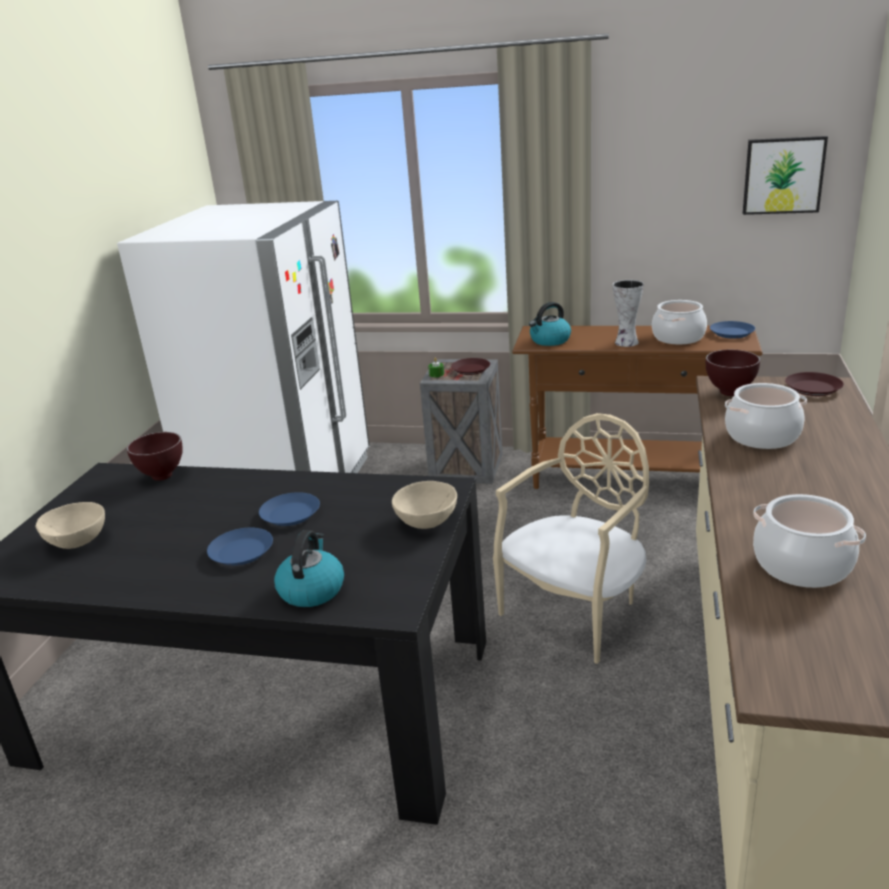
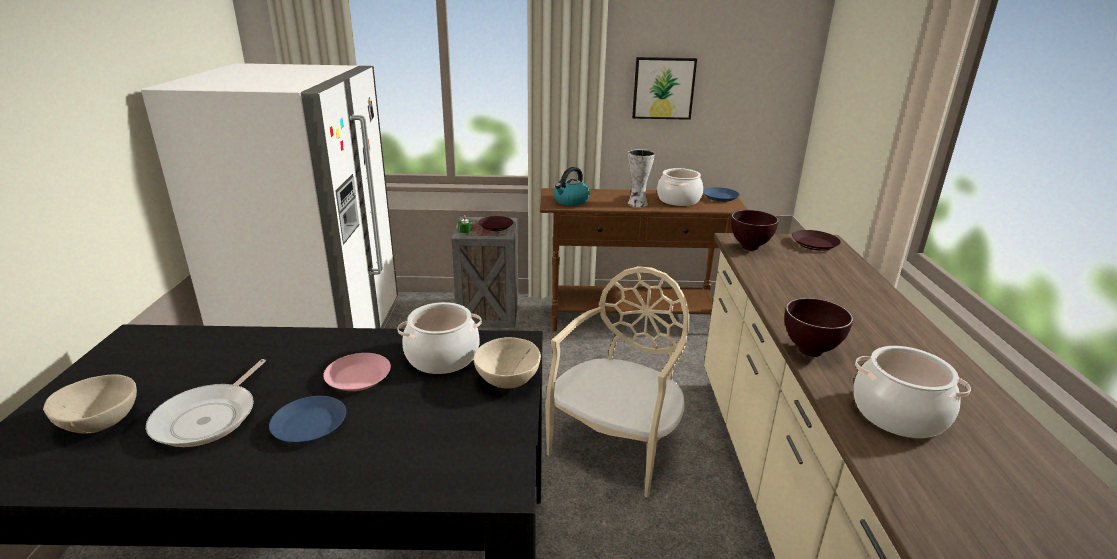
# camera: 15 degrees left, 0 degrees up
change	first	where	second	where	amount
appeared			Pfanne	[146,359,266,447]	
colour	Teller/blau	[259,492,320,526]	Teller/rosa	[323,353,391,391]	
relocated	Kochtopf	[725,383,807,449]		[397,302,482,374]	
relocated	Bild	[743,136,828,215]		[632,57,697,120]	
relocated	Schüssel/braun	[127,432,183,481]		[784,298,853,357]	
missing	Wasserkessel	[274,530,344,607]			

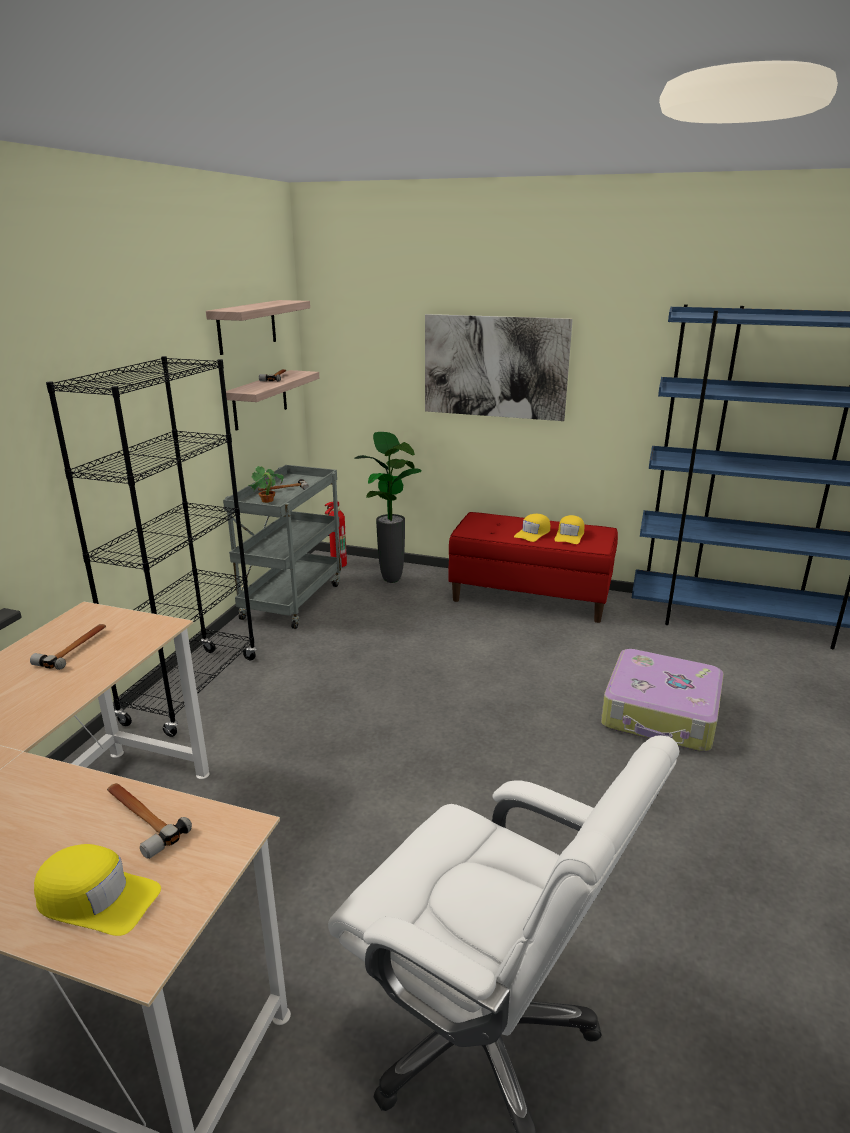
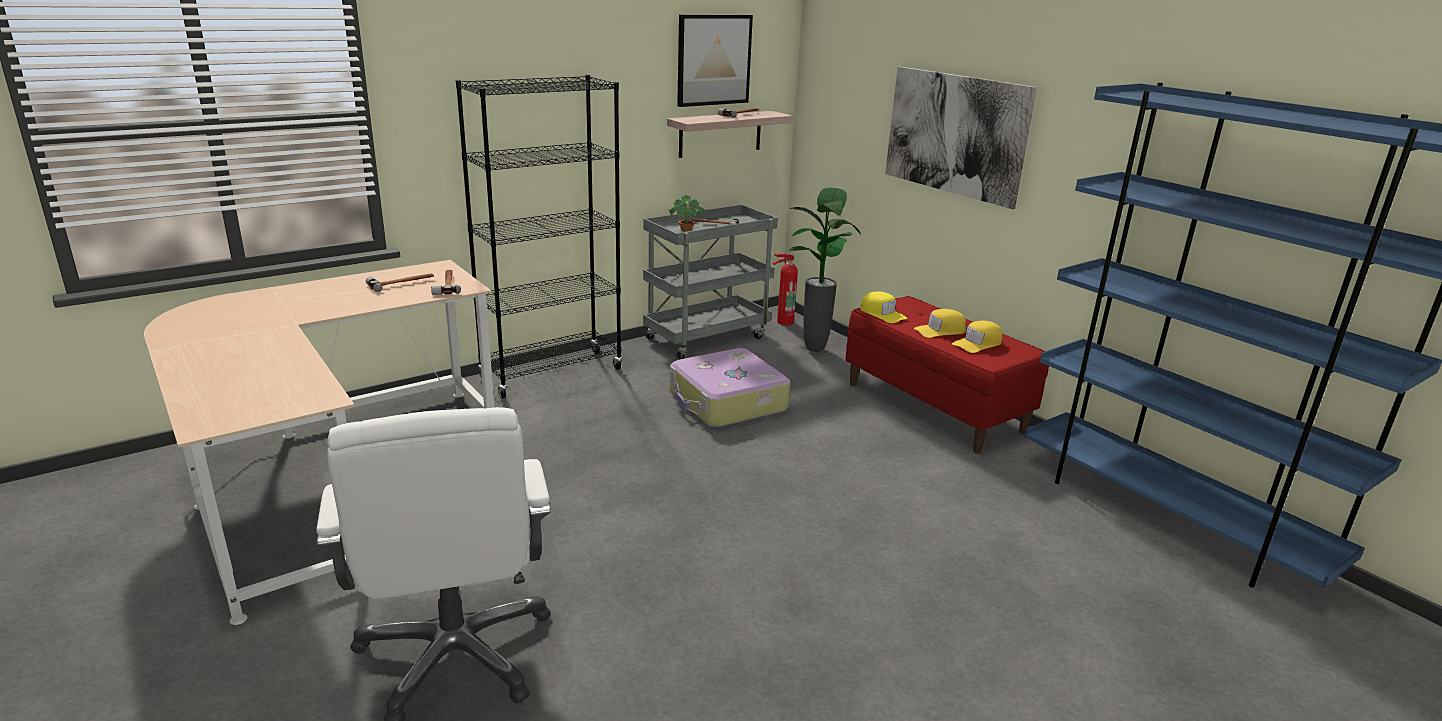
# camera: 35 degrees right, 0 degrees up
change	first	where	second	where	amount
relocated	Hammer	[107,783,192,859]		[431,270,461,295]	
relocated	Koffer	[601,649,724,752]		[670,348,790,428]	
exchanged	Wandregal	[206,300,310,355]	Bild	[677,15,753,107]	
relocated	Kappe/gelb	[34,844,161,936]		[860,292,908,323]	

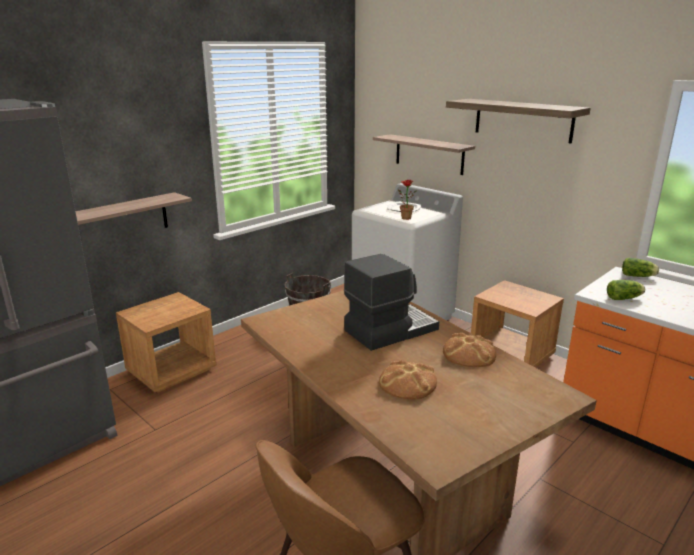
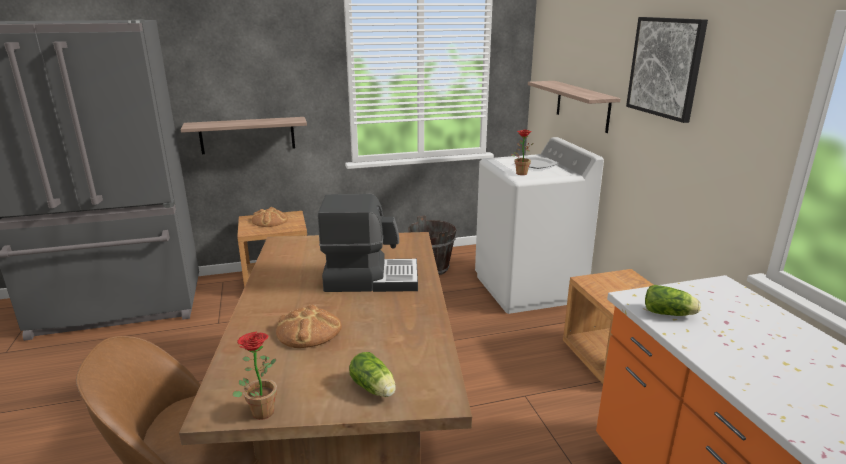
# camera: 30 degrees right, 0 degrees up
change	first	where	second	where	amount
appeared			Topfpflanze	[232,332,277,420]	
relocated	Brot	[443,332,496,367]		[252,207,288,227]	
relocated	Salatkopf	[622,258,659,277]		[349,352,396,397]	
exchanged	Wandregal	[446,99,591,144]	Bild	[626,17,708,123]	

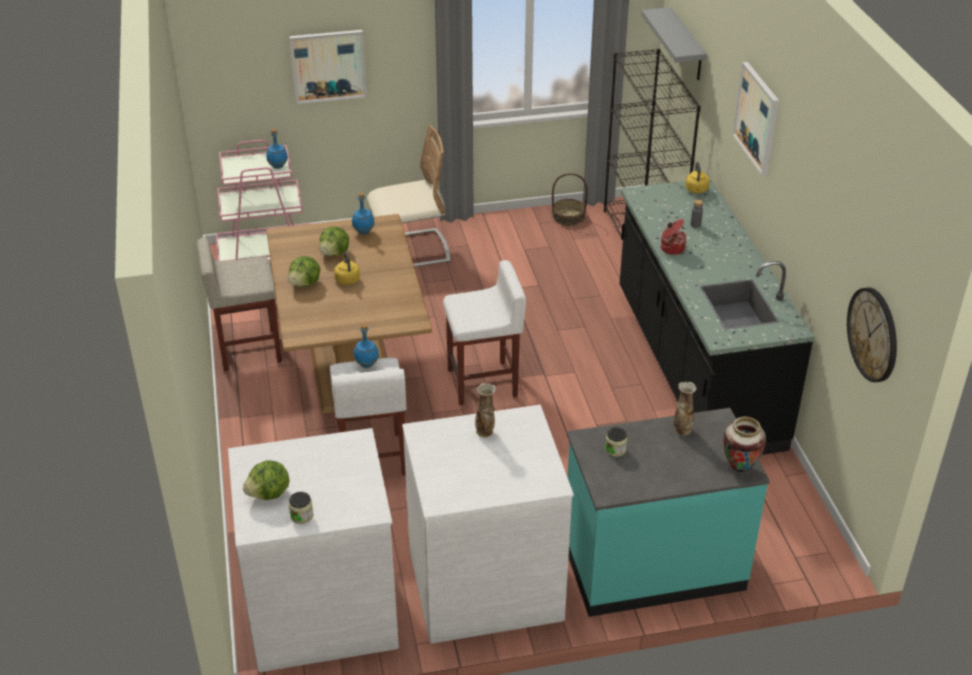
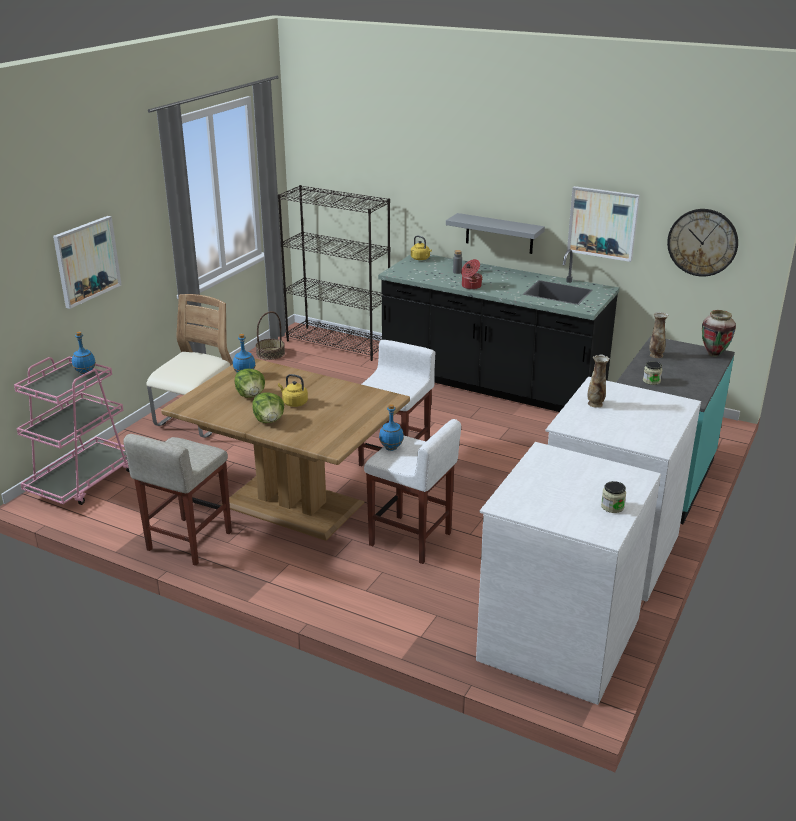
# camera: 50 degrees left, 10 degrees down
change	first	where	second	where	amount
relocated	Wandregal/grau	[642,7,707,80]		[446,213,545,254]	
relocated	Bild	[732,62,779,175]		[567,186,640,262]	
missing	Salatkopf	[243,460,289,500]			

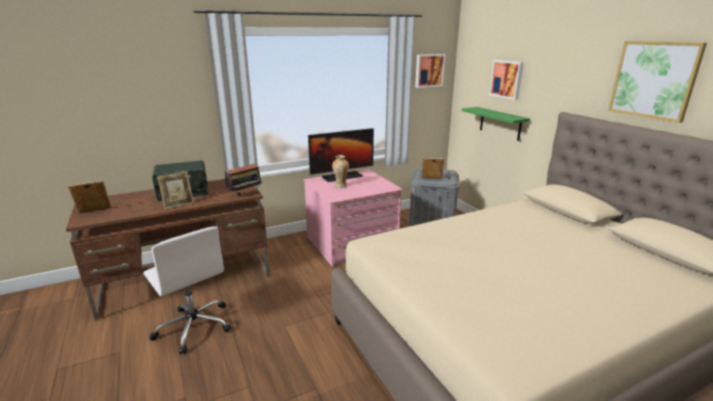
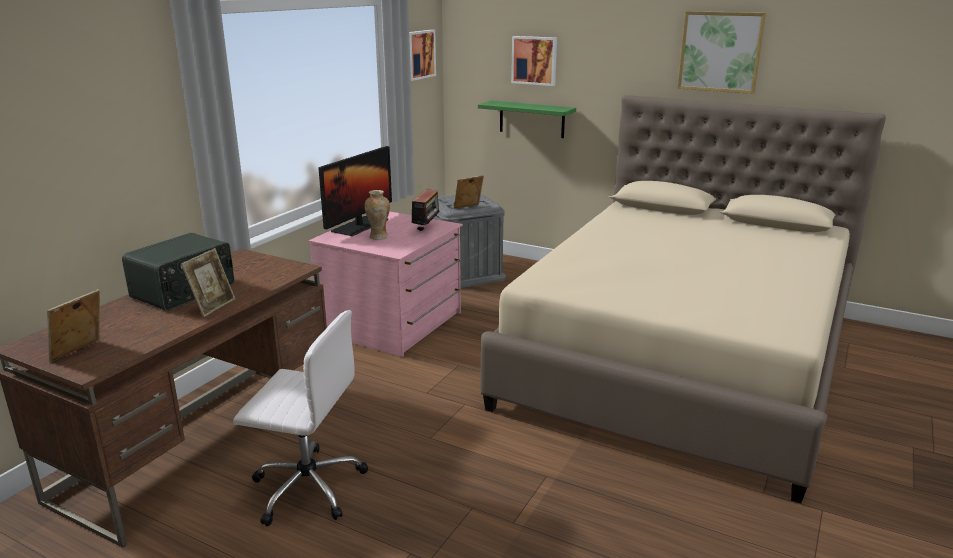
# camera: 35 degrees left, 0 degrees up
change	first	where	second	where	amount
relocated	Radio	[225,163,261,196]		[408,189,442,232]	

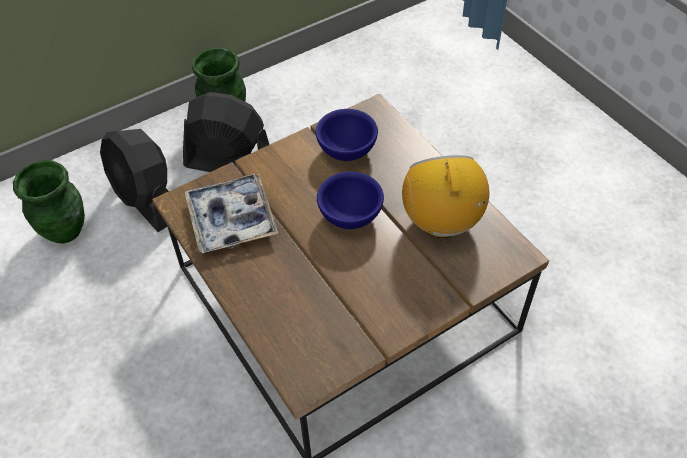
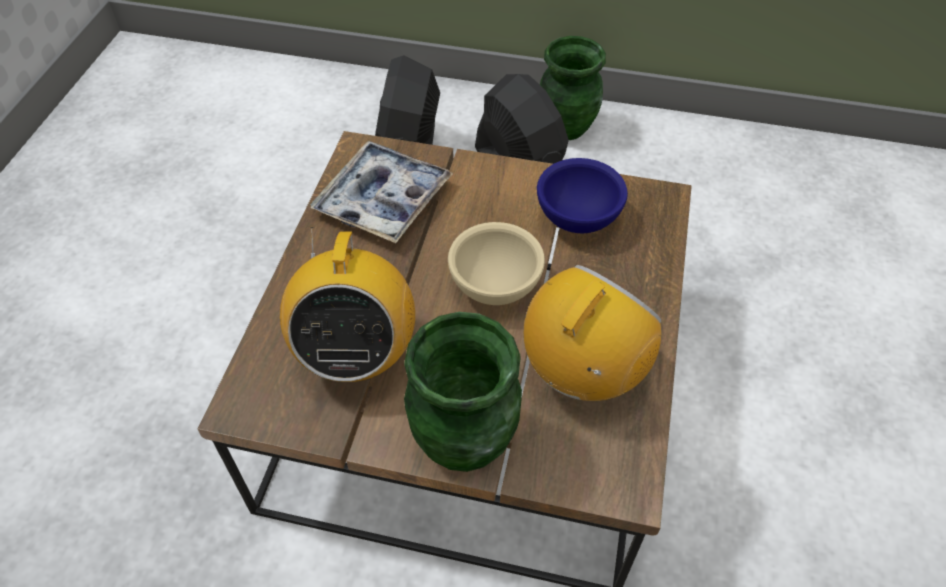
# camera: 45 degrees right, 0 degrees up
change	first	where	second	where	amount
appeared			Radio	[280,227,415,382]	
relocated	Vase/grün	[13,160,85,244]		[404,312,522,472]	
colour	Schüssel/blau	[317,171,384,229]	Schüssel/beige	[448,222,545,305]	

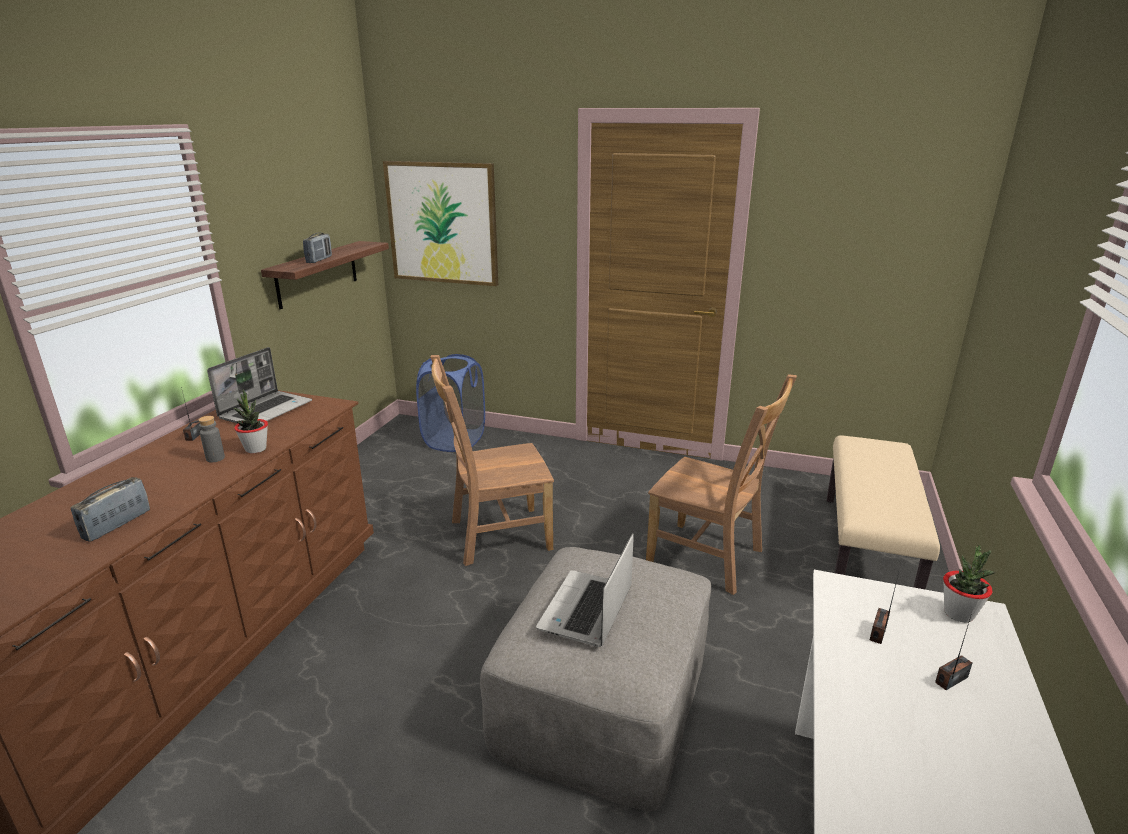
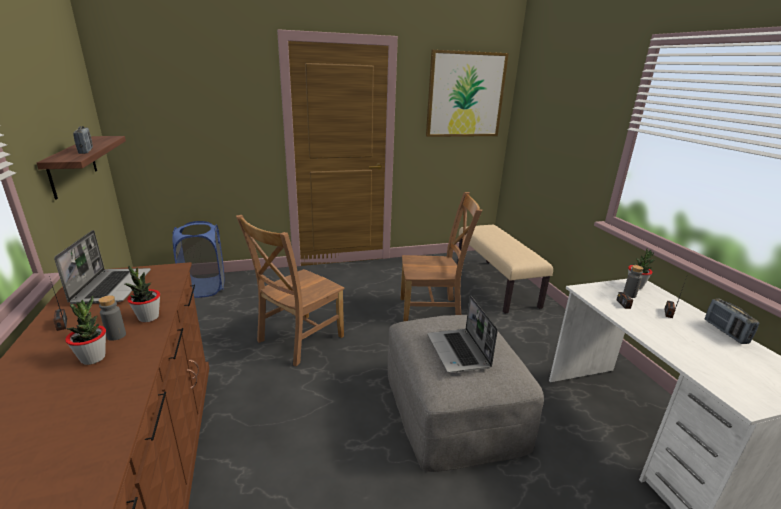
# camera: 35 degrees left, 0 degrees up
change	first	where	second	where	amount
appeared			Topfpflanze	[65,296,106,365]	
relocated	Bild	[383,161,498,286]		[426,50,509,137]	
appeared			Flasche/grau	[623,265,644,298]	
relocated	Radio	[71,477,150,542]		[705,299,759,344]	

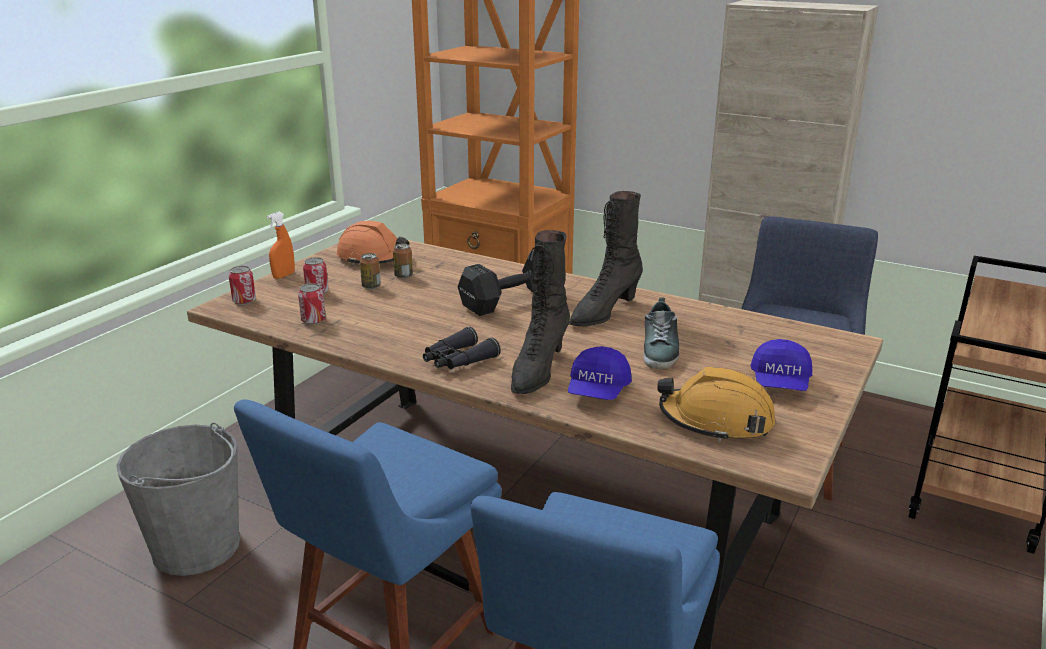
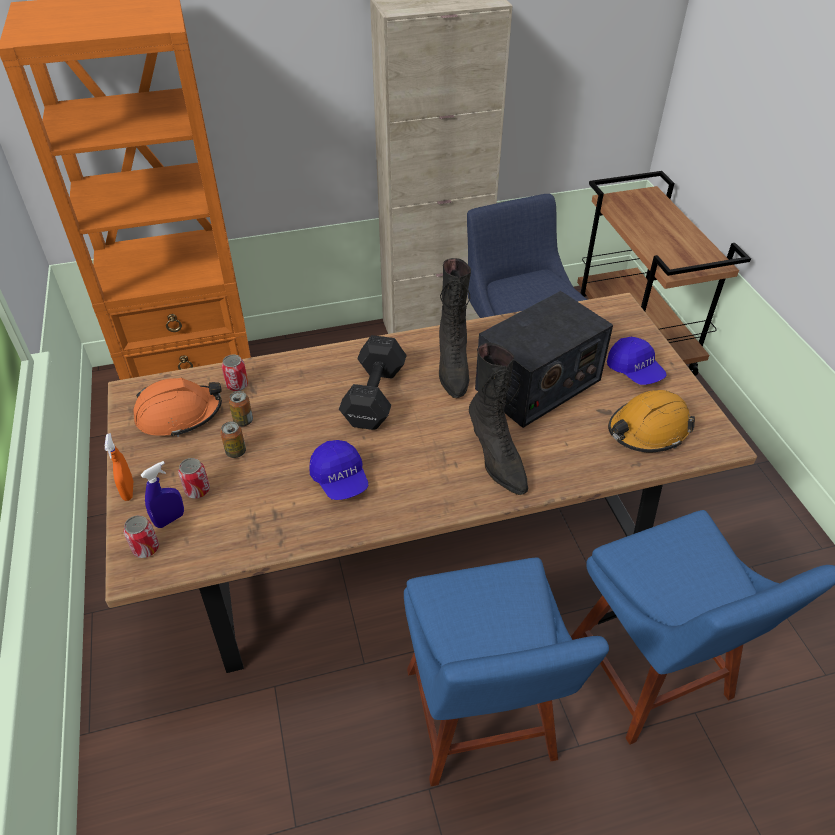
# camera: 45 degrees left, 20 degrees up
change	first	where	second	where	amount
appeared			Sprühflasche/blau	[141,461,184,528]	
relocated	Dose	[298,284,326,325]		[222,354,248,391]	
relocated	Kappe/blau	[568,346,632,400]		[310,440,368,500]	
exchanged	Schuh	[643,297,680,369]	Radio	[475,291,613,428]	
missing	Eimer/grau	[116,423,240,576]			
missing	Fernglas/schwarz	[423,327,501,369]			

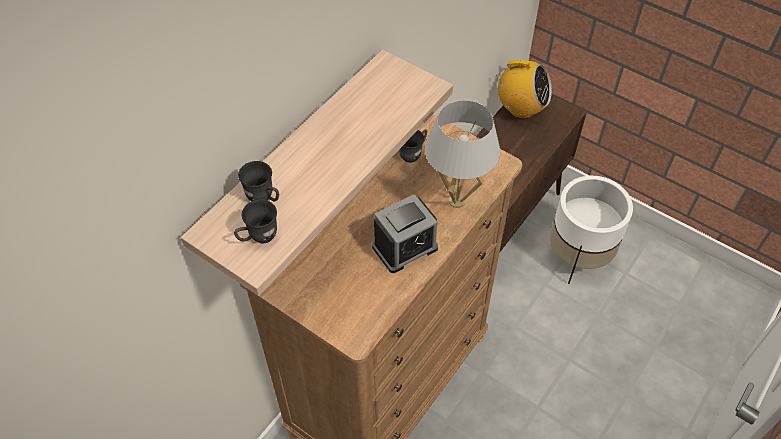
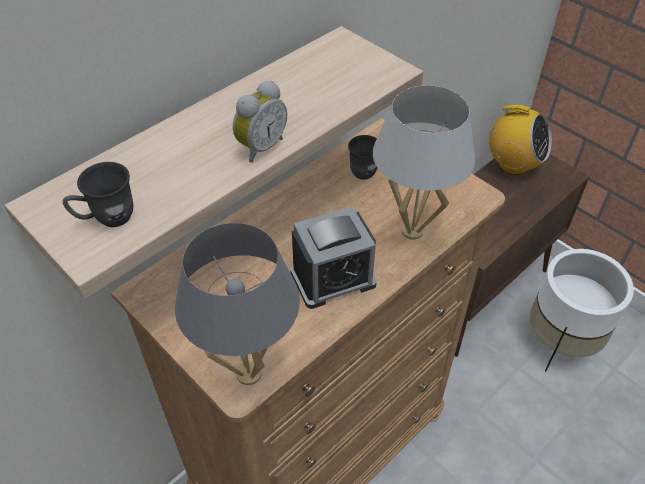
# camera: 10 degrees right, 5 degrees down
change	first	where	second	where	amount
appeared			Tischlampe/grau	[175,223,300,385]	
appeared			Wecker	[233,81,287,163]	
missing	Henkelbecher/grau	[238,161,279,202]			

